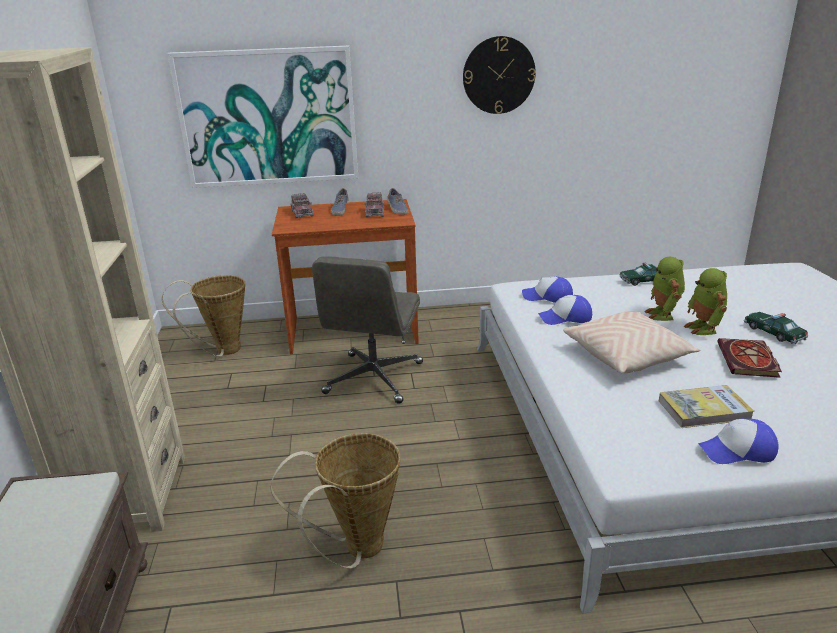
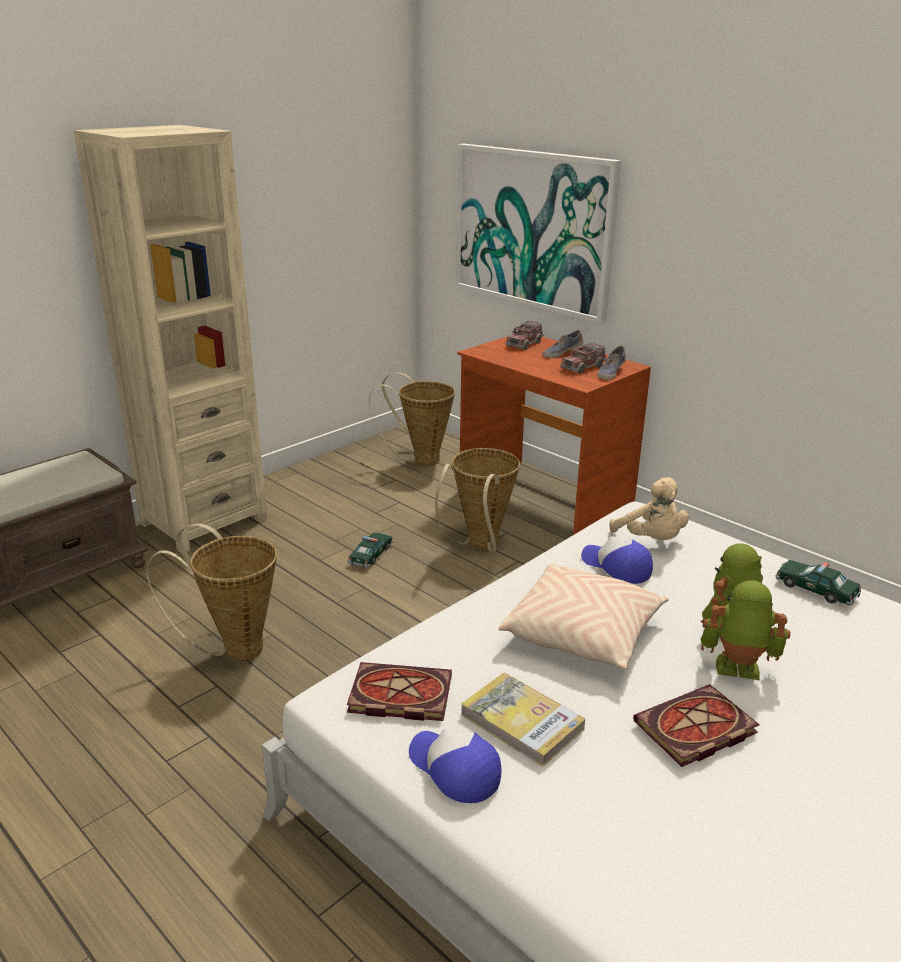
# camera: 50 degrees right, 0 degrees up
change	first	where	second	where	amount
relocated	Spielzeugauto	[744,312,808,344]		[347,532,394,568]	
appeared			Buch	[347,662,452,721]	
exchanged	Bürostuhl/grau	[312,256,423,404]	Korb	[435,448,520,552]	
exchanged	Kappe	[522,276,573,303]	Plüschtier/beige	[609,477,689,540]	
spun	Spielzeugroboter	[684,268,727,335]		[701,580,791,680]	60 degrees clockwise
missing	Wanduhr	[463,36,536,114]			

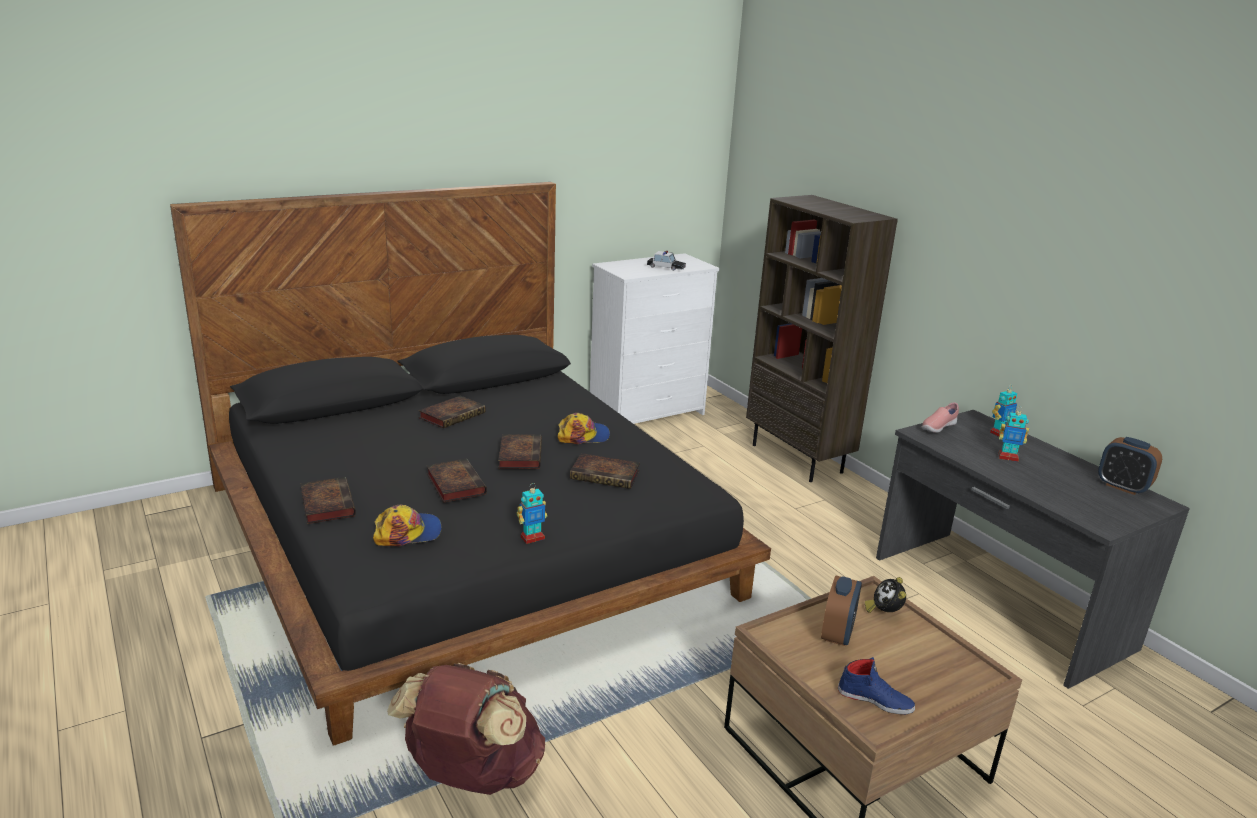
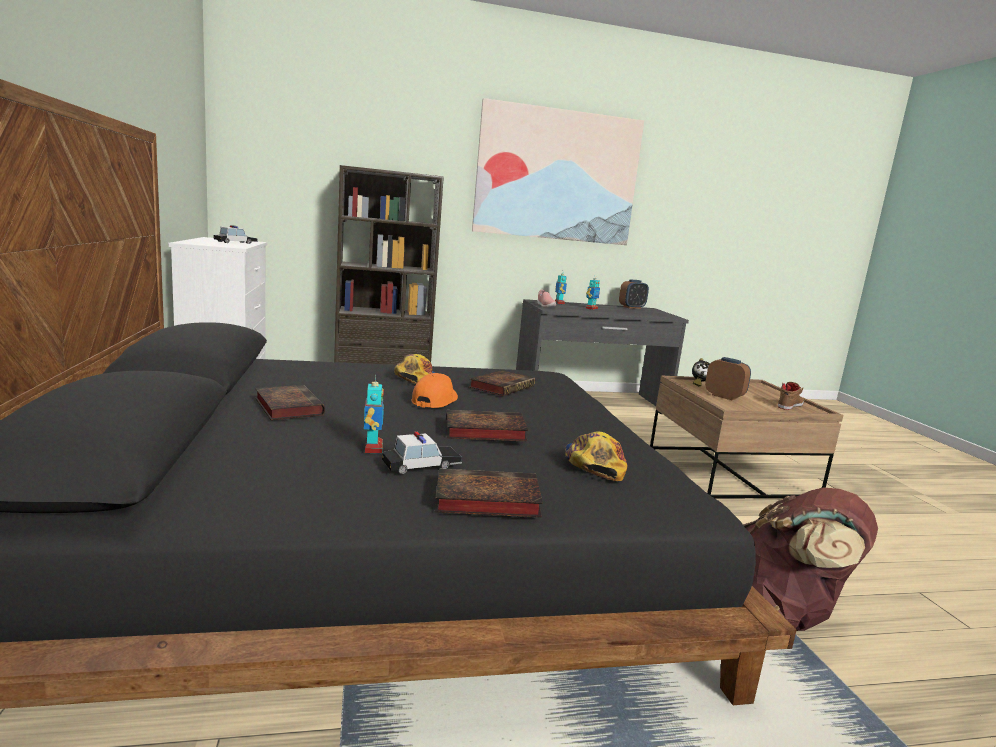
# camera: 70 degrees left, 10 degrees down
change	first	where	second	where	amount
relocated	Spielzeugroboter	[517,483,547,544]		[364,374,384,454]	
appeared			Spielzeugauto	[382,431,462,474]	
exchanged	Buch	[498,434,542,469]	Kappe/orange	[411,373,458,408]	
appeared			Bild	[472,98,644,245]	
colour	Schuh/blau	[838,657,915,714]	Schuh/braun	[778,382,804,410]	

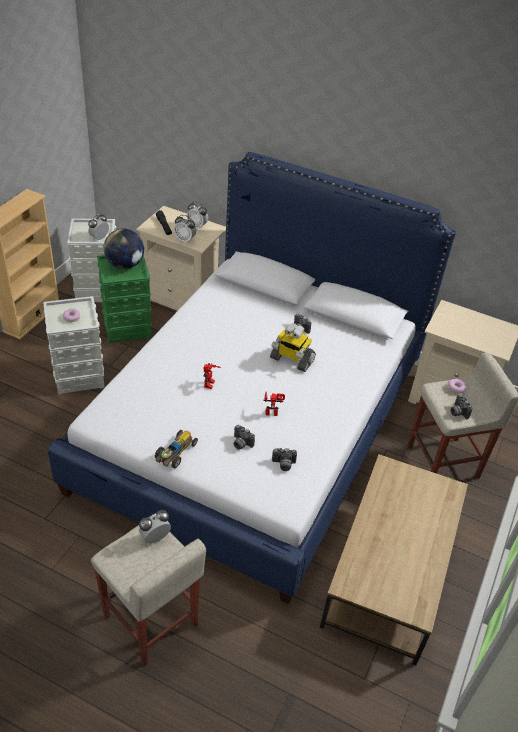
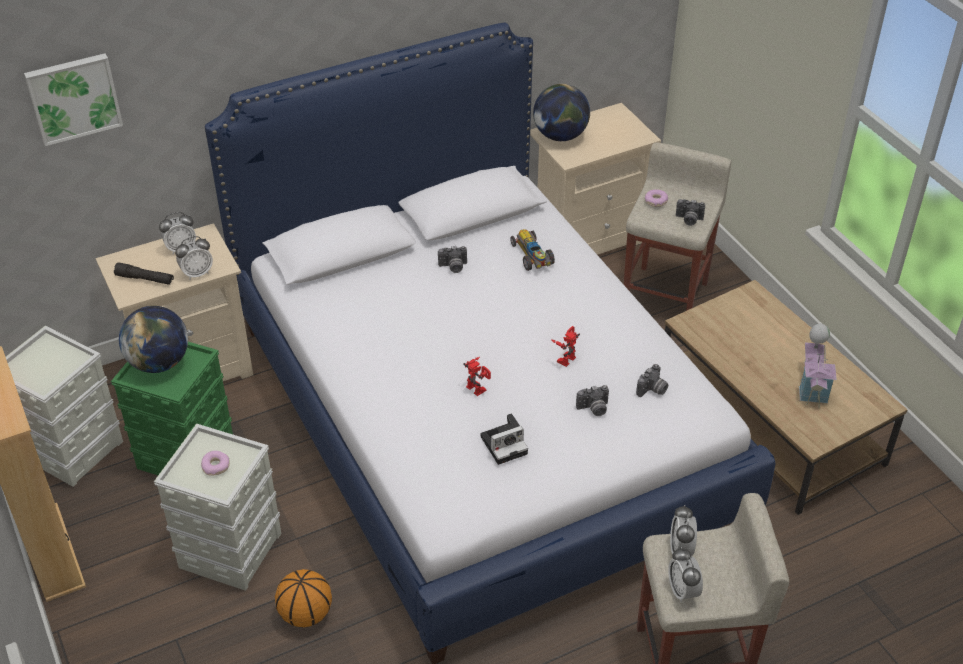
# camera: 50 degrees left, 0 degrees up
change	first	where	second	where	amount
appeared			Bild	[24,53,123,146]	
appeared			Basketball	[275,569,332,628]	
appeared			Kamera	[481,413,528,465]	
relocated	Spielzeugauto	[155,430,198,468]		[510,229,555,271]	
appeared			Globus	[533,84,590,141]	
relocated	Wecker	[88,214,109,240]		[668,547,703,603]	
appeared			Spielzeughaus	[799,324,837,409]	
missing	Spielzeugroboter	[270,323,316,372]			

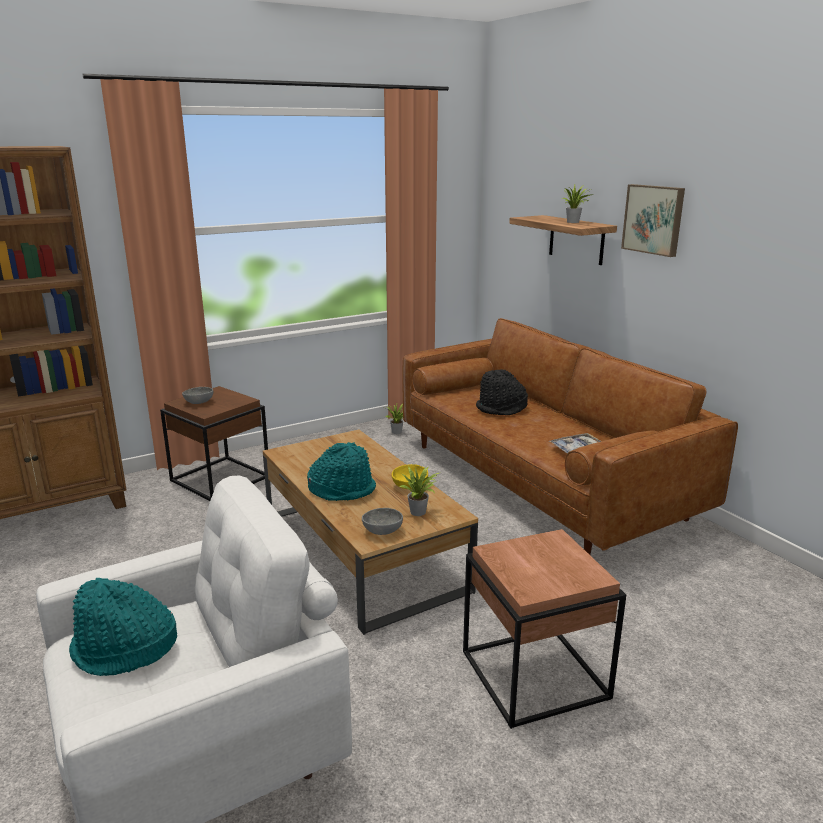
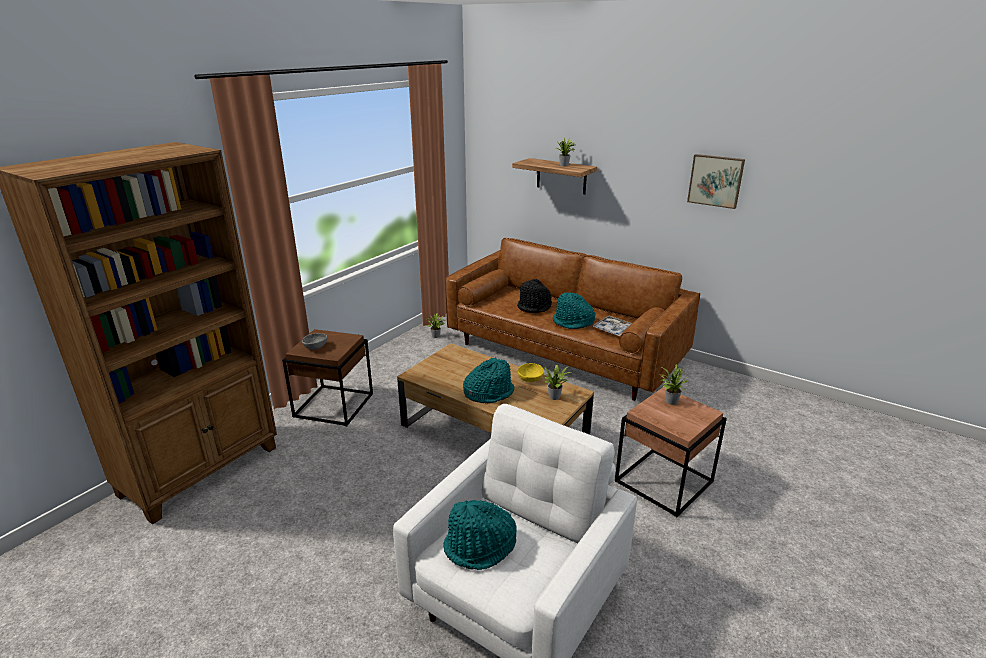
# camera: 25 degrees left, 5 degrees up
change	first	where	second	where	amount
appeared			Hut/türkis	[553,292,595,329]	
appeared			Topfpflanze	[660,364,688,405]	
relocated	Bild	[621,184,685,257]		[687,154,745,209]	
missing	Schüssel/grau	[362,508,403,535]			

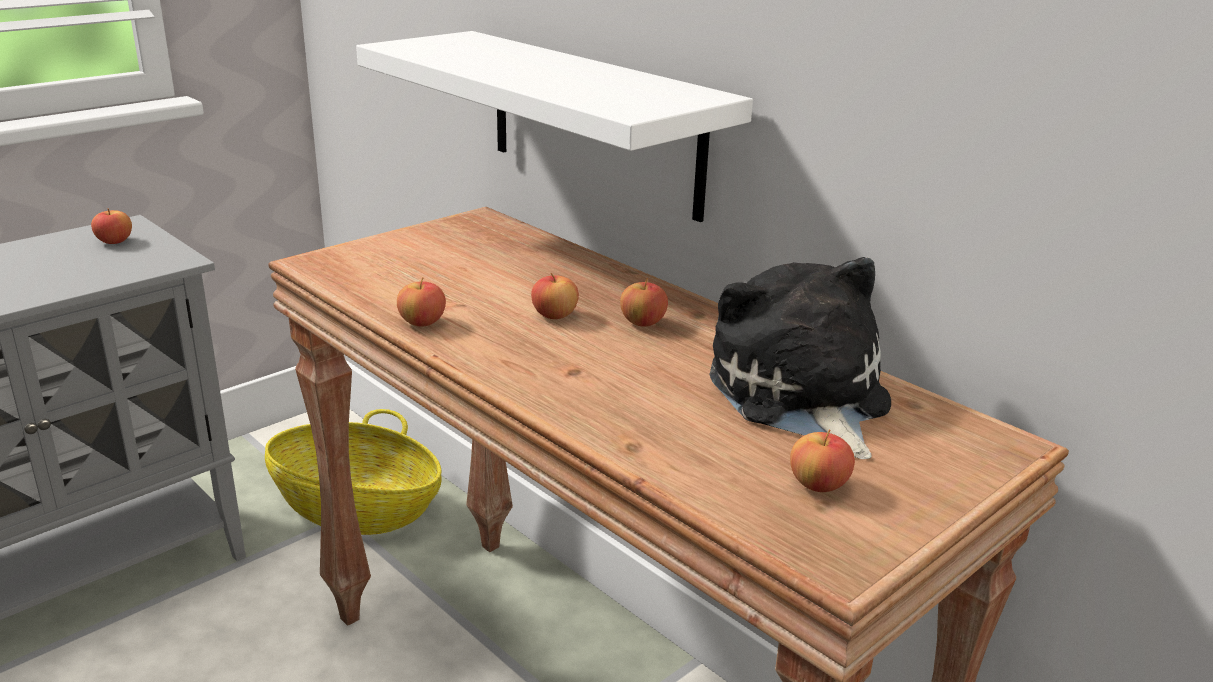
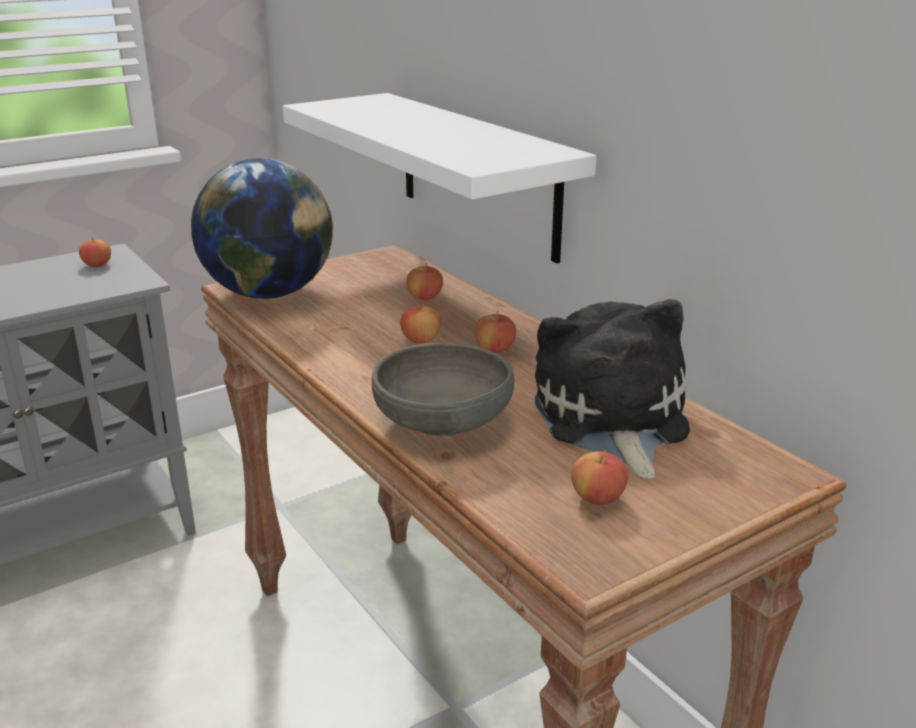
# camera: 10 degrees right, 0 degrees up
change	first	where	second	where	amount
appeared			Globus	[191,158,333,299]	
appeared			Schüssel/grau	[372,343,514,436]	
relocated	Apfel	[397,277,446,326]		[406,263,443,300]	
missing	Korb	[265,409,442,535]			

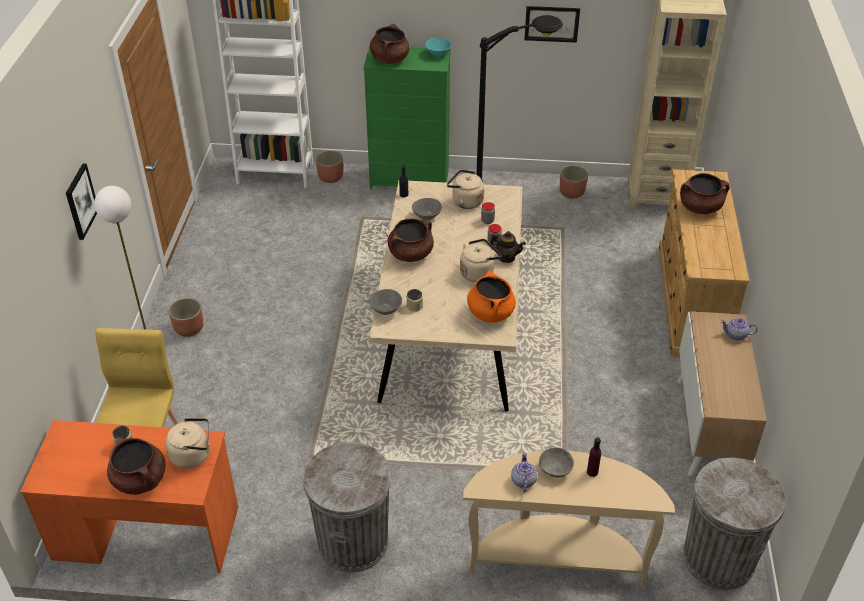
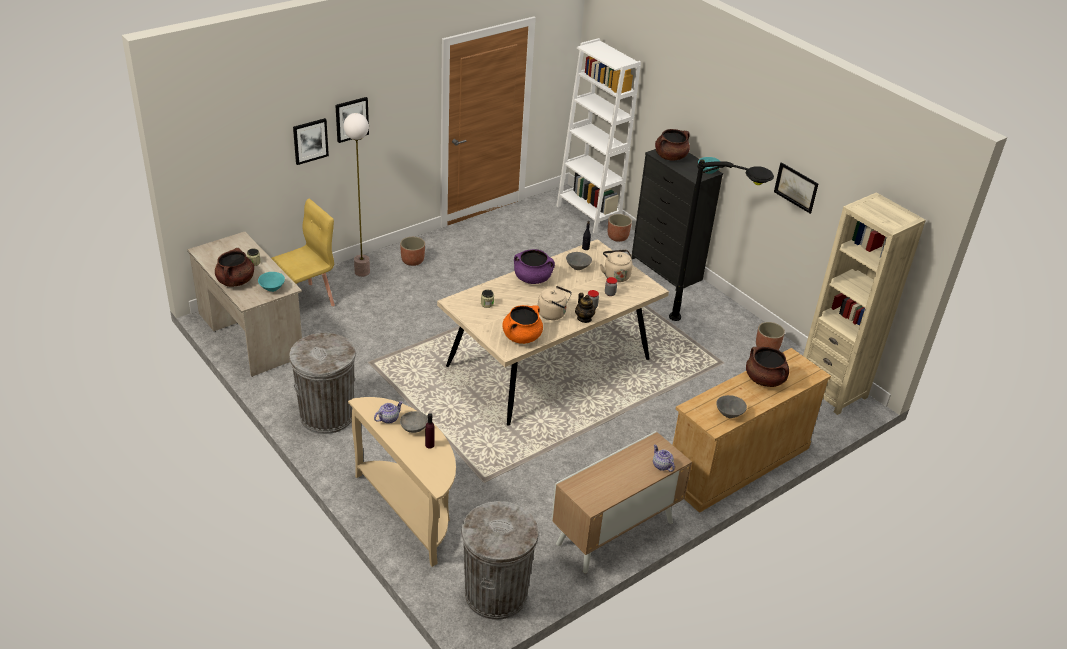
# camera: 45 degrees right, 5 degrees down
change	first	where	second	where	amount
colour	Schreibtisch/orange	[20,420,238,573]	Schreibtisch/beige	[187,232,302,377]	
exchanged	Wasserkessel/beige	[166,417,209,469]	Schüssel/türkis	[258,272,285,292]	
appeared			Bild	[293,118,329,165]	
colour	Kochtopf/braun	[388,219,434,262]	Kochtopf/lila	[514,249,555,284]	
colour	Kommode/grün	[363,46,451,190]	Kommode/schwarz	[631,149,723,291]	
relocated	Schüssel/grau	[369,289,402,315]		[716,395,747,418]	

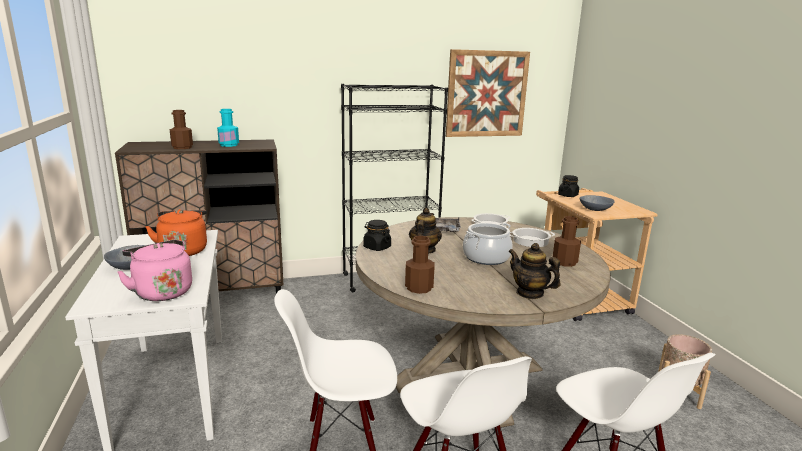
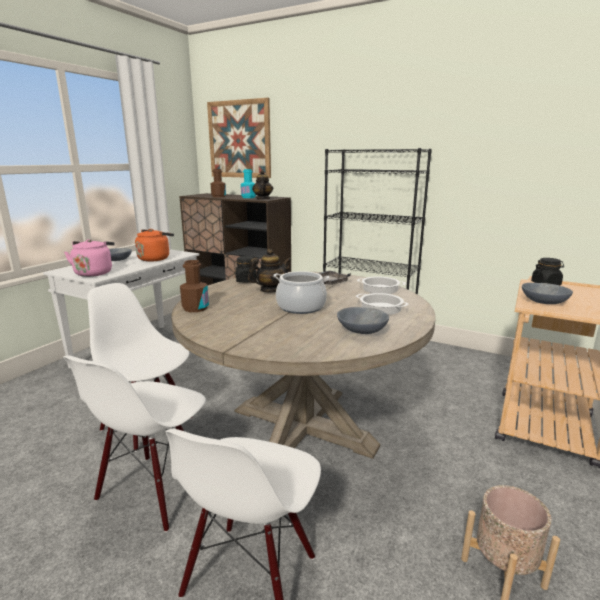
# camera: 45 degrees right, 0 degrees up
change	first	where	second	where	amount
relocated	Bild	[446,49,530,137]		[207,98,271,178]	
relocated	Teekanne	[508,243,561,299]		[252,170,273,200]	
exchanged	Flasche/braun	[553,216,581,267]	Schüssel/grau	[337,307,389,334]	

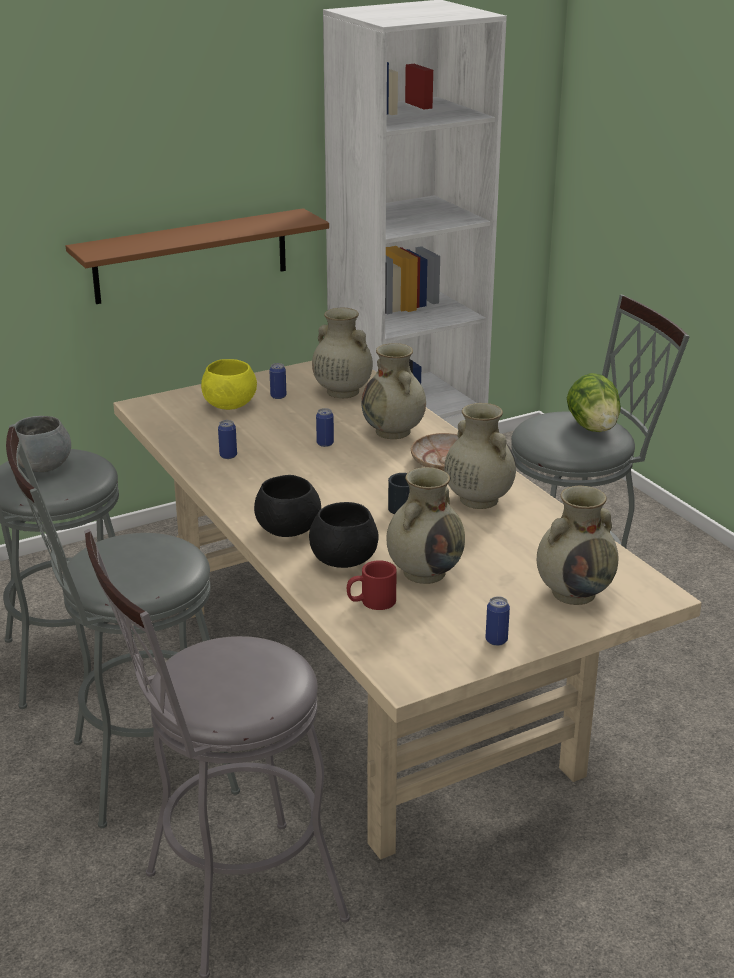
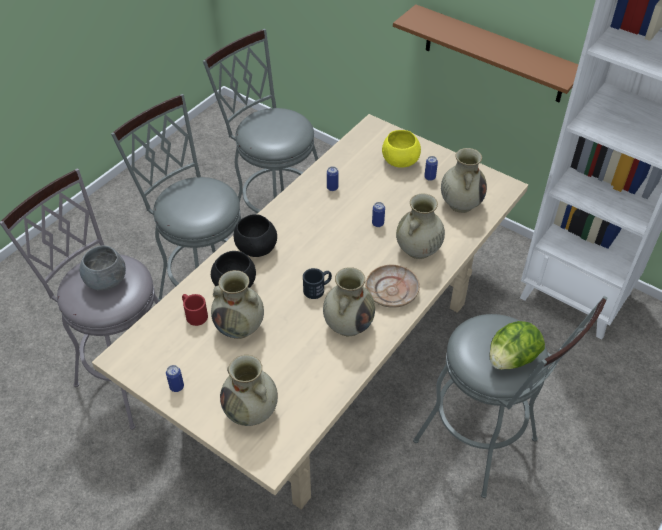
# camera: 65 degrees right, 20 degrees up
change	first	where	second	where	amount
relocated	Schüssel/grau	[15,416,71,472]		[79,246,126,291]	

